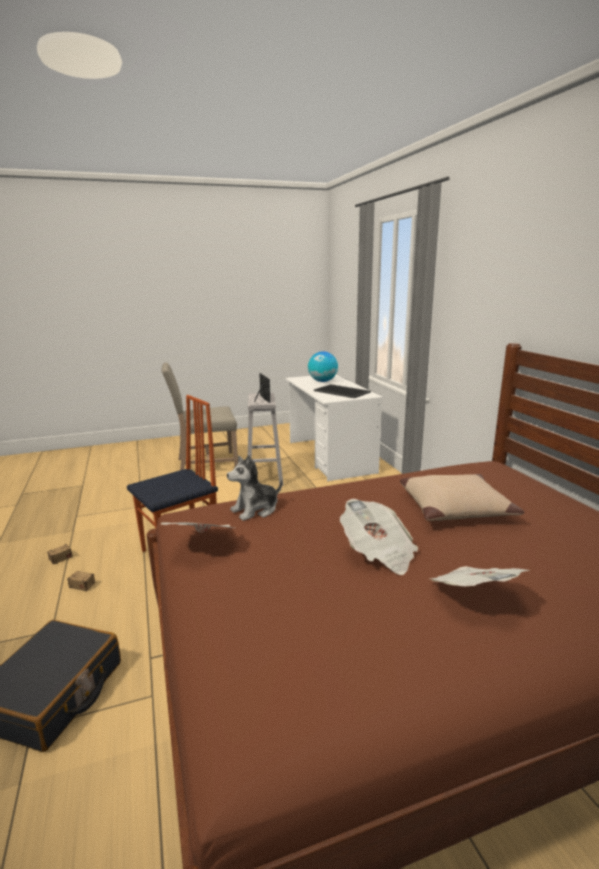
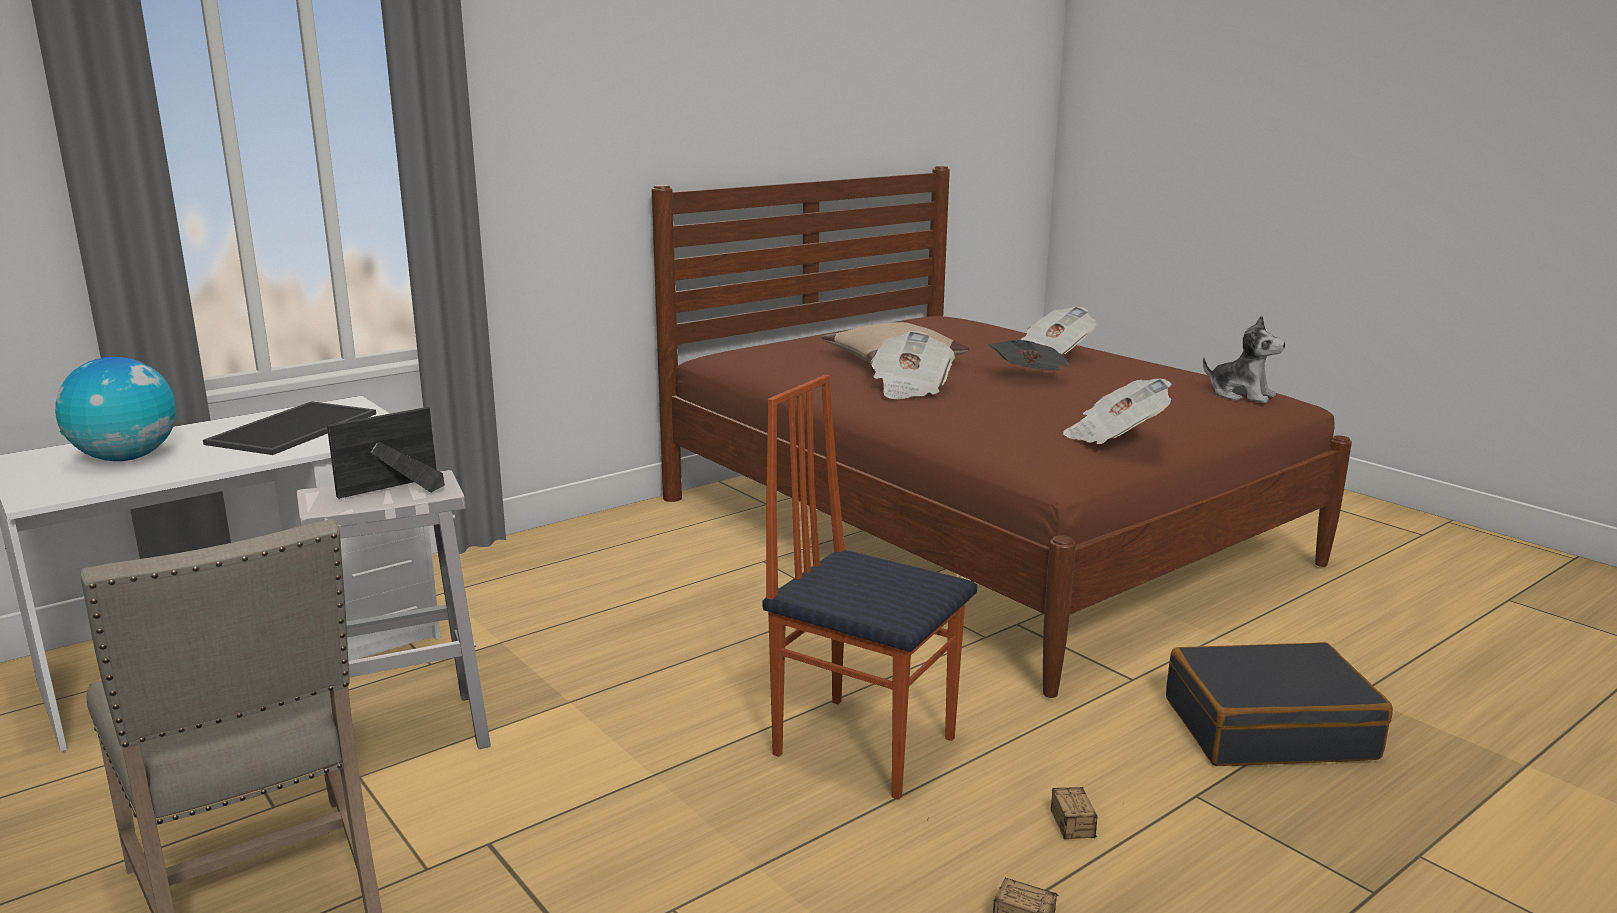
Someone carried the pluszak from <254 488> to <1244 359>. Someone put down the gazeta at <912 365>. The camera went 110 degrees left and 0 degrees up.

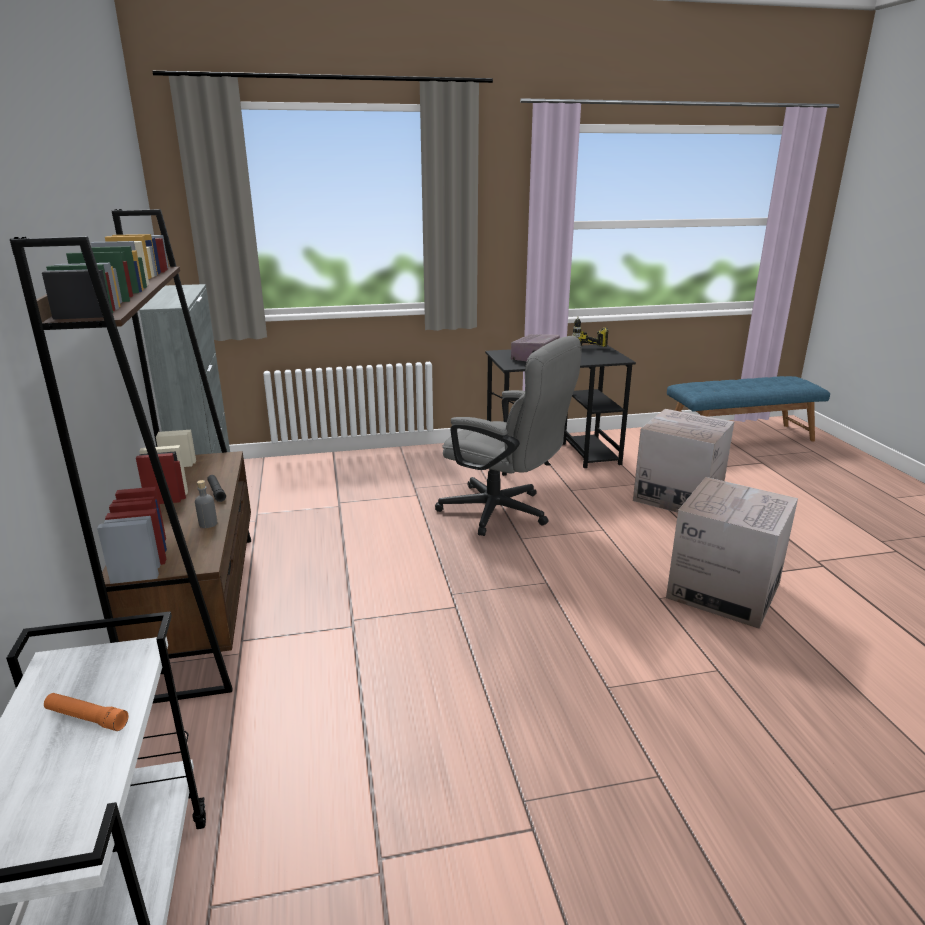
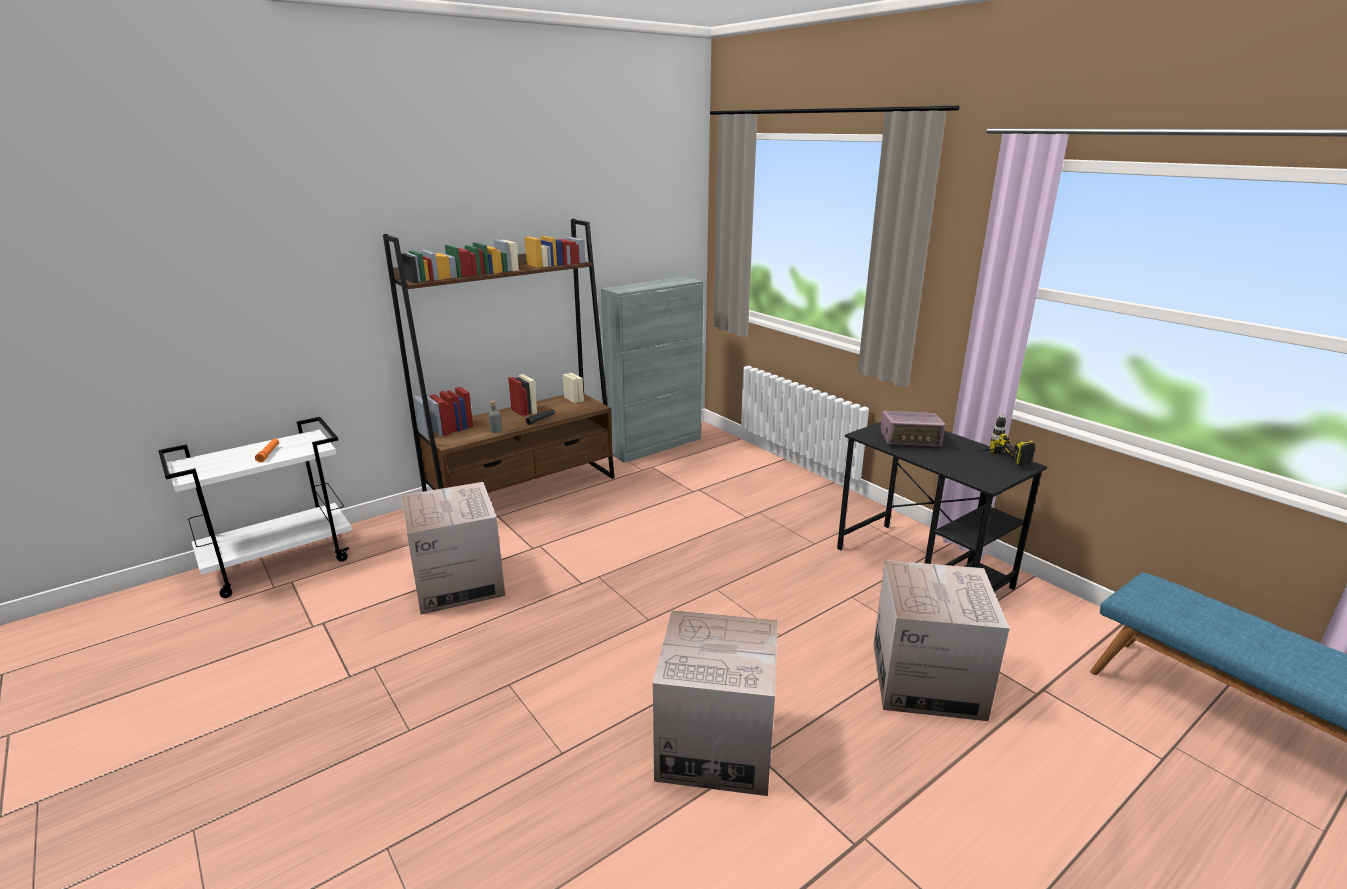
Someone took away the krzesło biurowe [szary] at <508 436>. Someone put down the karton at <453 548>. The camera went 65 degrees right and 0 degrees up.

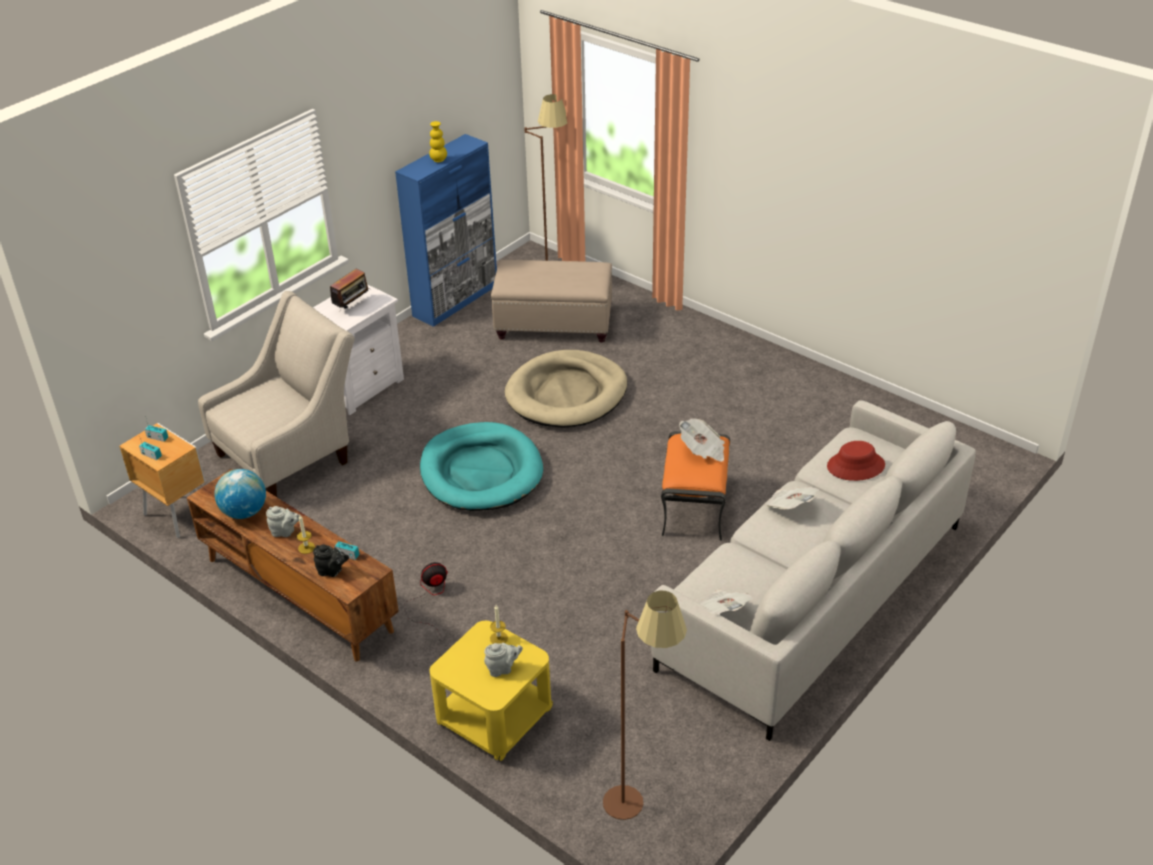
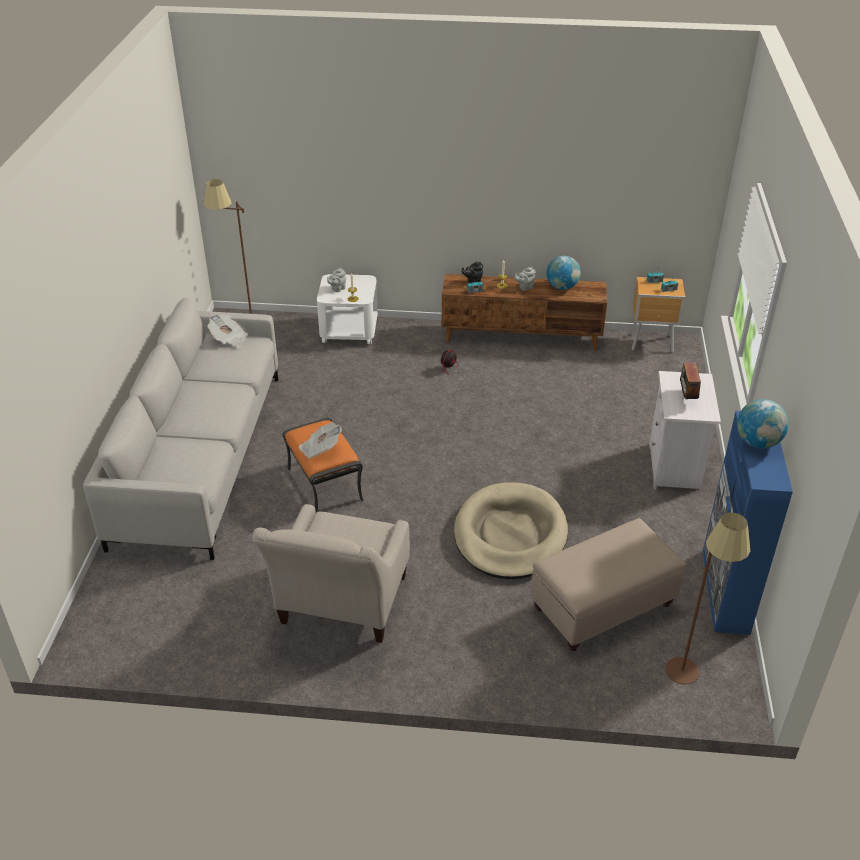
Someone carried the fotel [beżowy] from <276 394> to <331 573>. Someone took away the legowisko [turkusowy] at <481 466>. Someone swapped the wazon [żółty] at <438 141> for the globus at <763 423>. Someone repainted the stolik [żółty] at <491 691>, which became the stolik [biały] at <347 309>. Someone took away the gazeta at <791 498>. Someone took away the kapelusz [czerwony] at <856 461>. The camera went 145 degrees right and 0 degrees up.

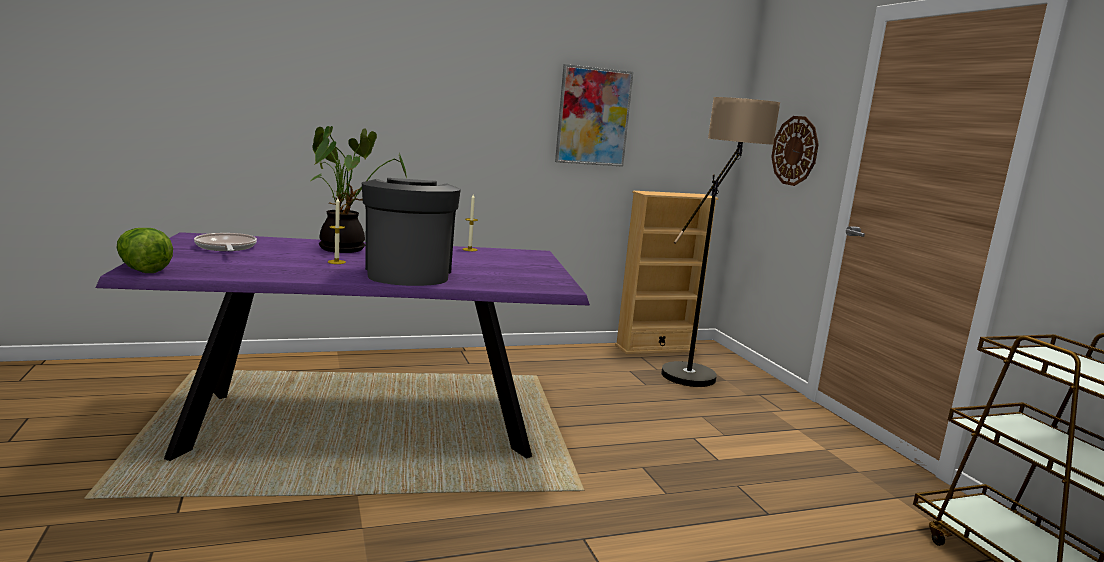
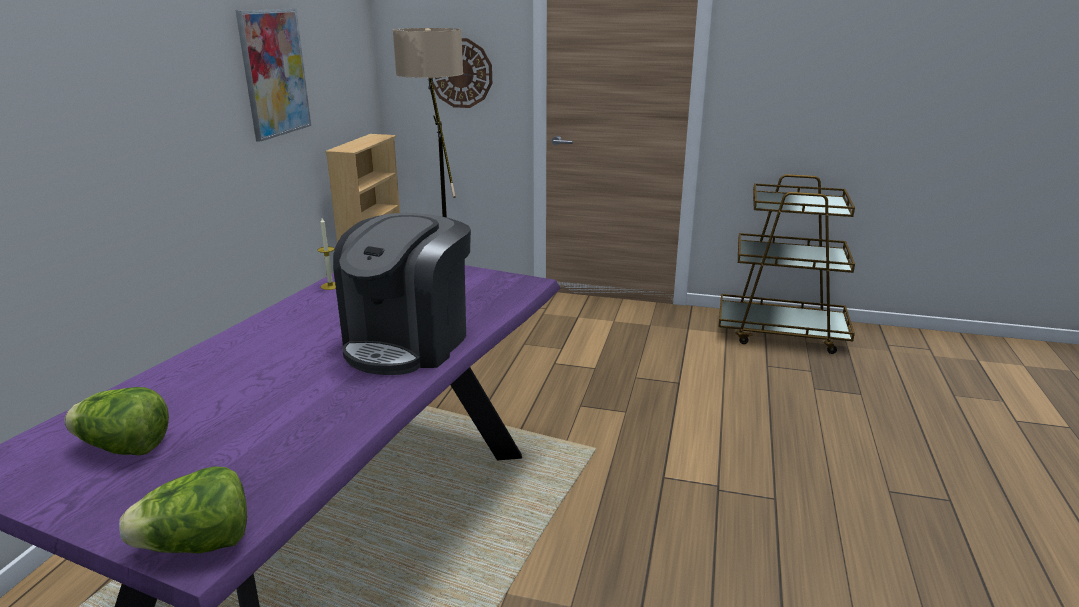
Someone swapped the patelnia at <225 242> for the sałata at <116 421>. Someone took away the roślina doniczkowa at <359 189>. Someone took away the świeca at <337 231>. Someone rotated the ekspres do kawy at <411 232> by 90 degrees counterclockwise. The camera went 55 degrees left and 10 degrees up.

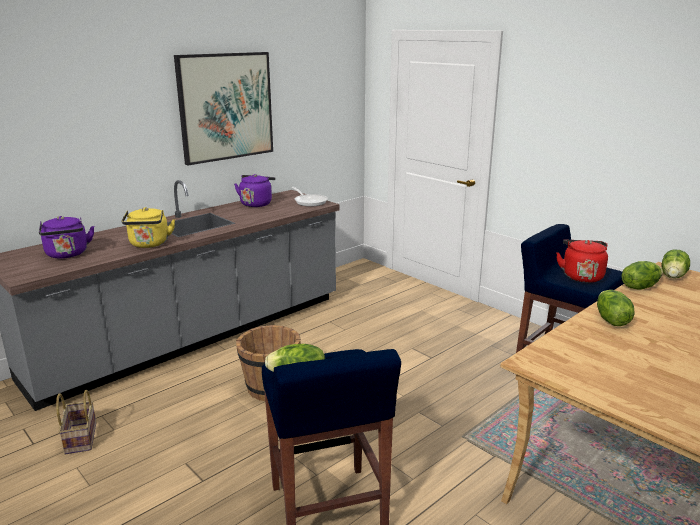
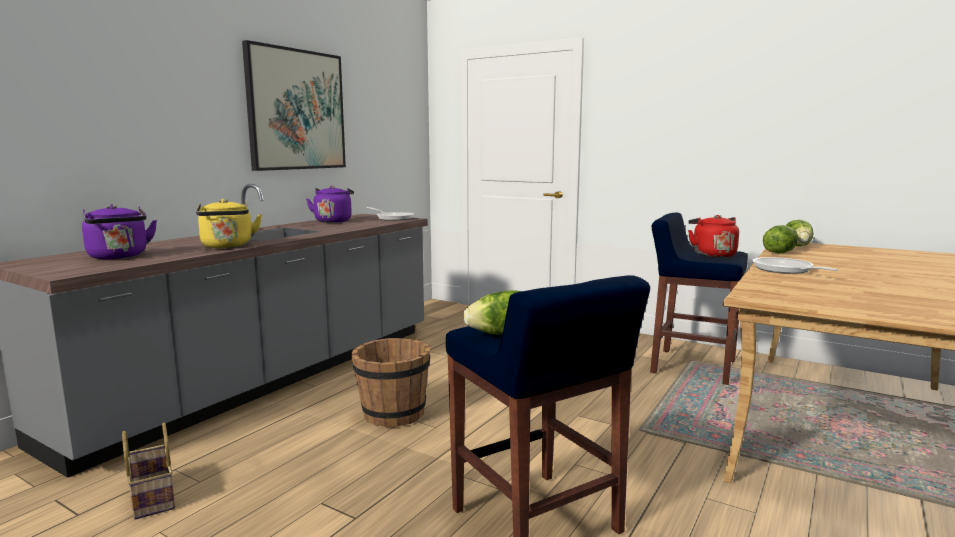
Someone swapped the sałata at <616 308> for the patelnia at <795 265>. The camera went 15 degrees left and 10 degrees down.

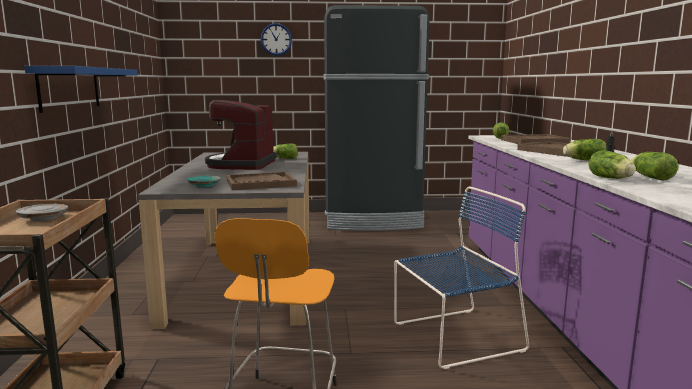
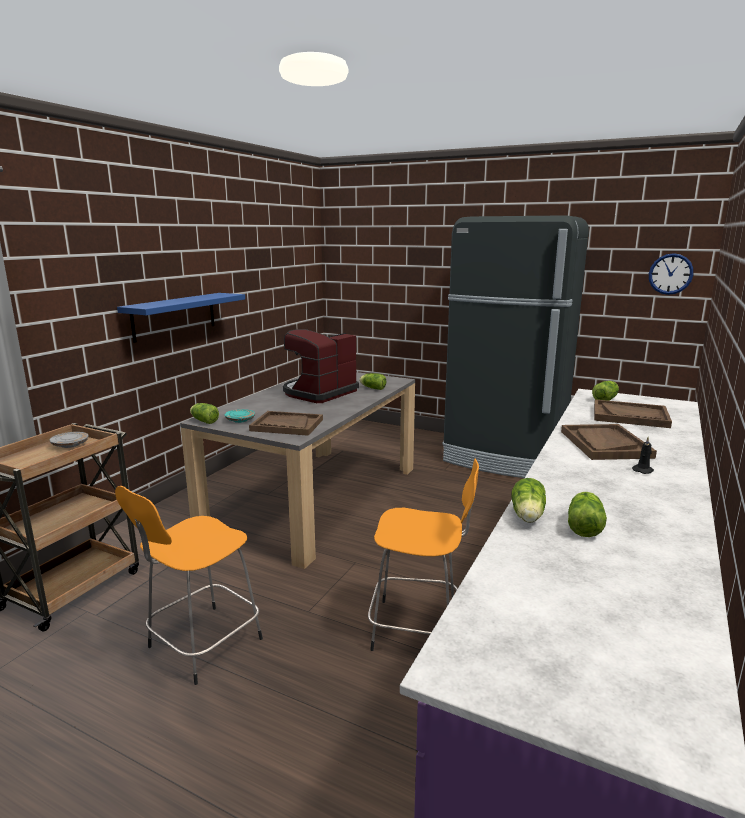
Someone carried the zegar ścienny from <276 39> to <671 274>. Someone swapped the krzesło [niebieski] at <461 277> for the stołek [pomarańczowy] at <423 555>. Someone carried the sałata from <585 150> to <204 413>. The camera went 30 degrees right and 5 degrees up.

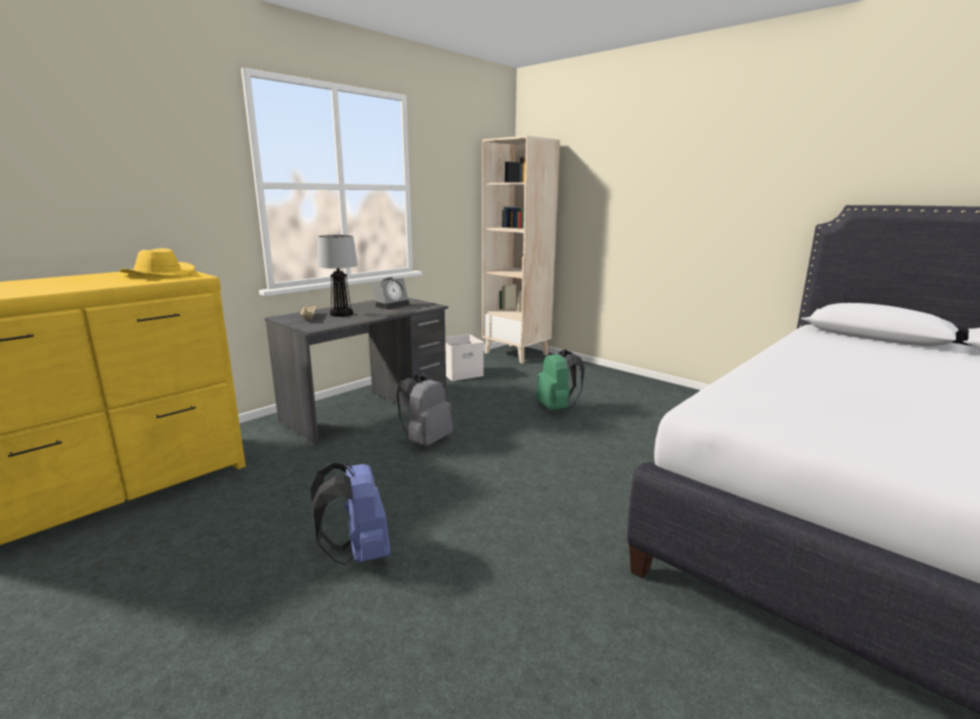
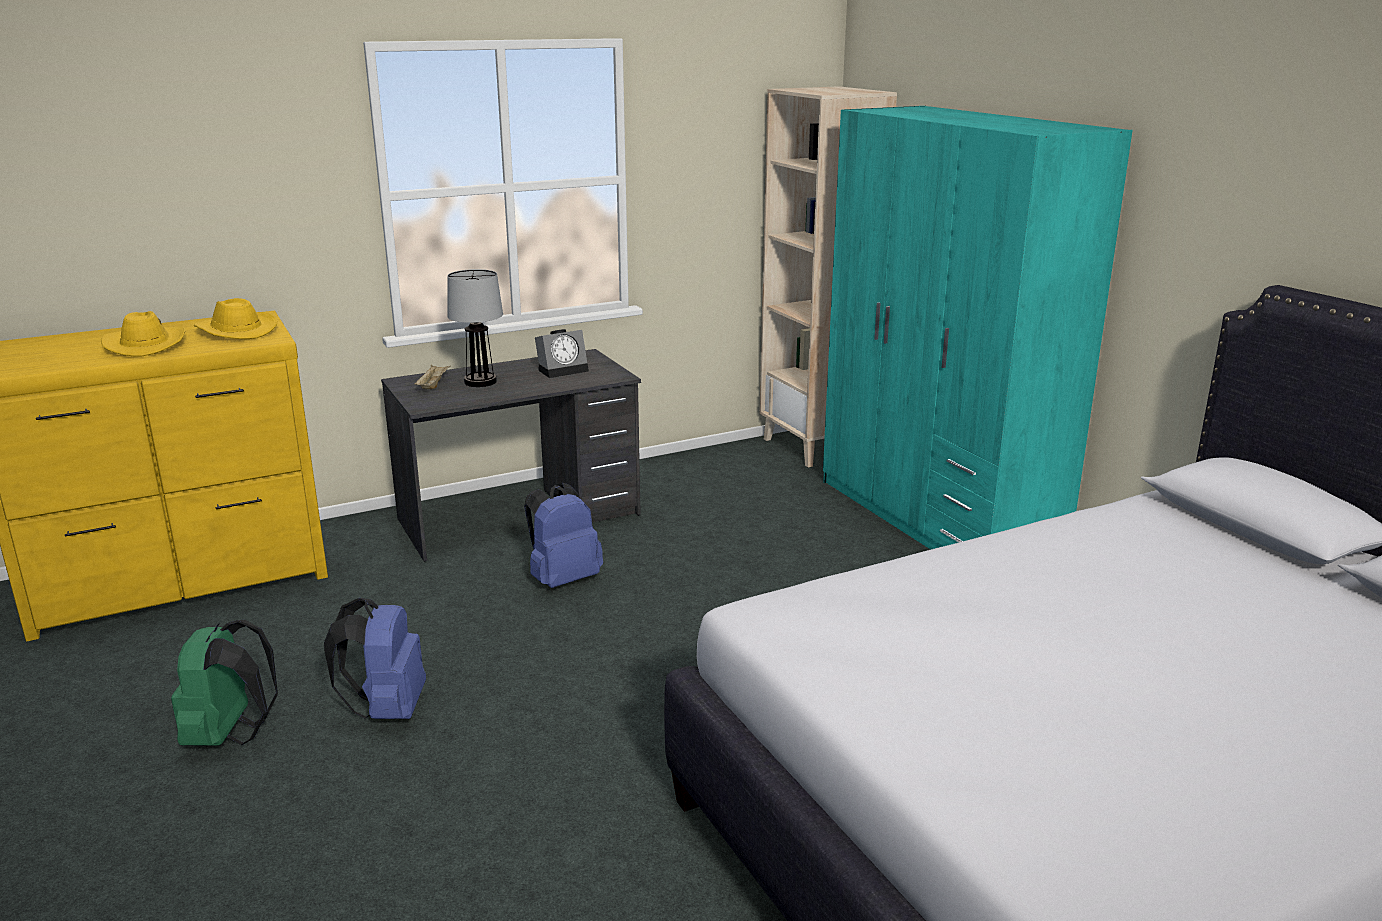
Someone repainted the plecak [szary] at <424 409>, which became the plecak [niebieski] at <563 535>. Someone took away the pojemnik do przechowywania [biały] at <464 357>. Someone carried the plecak [zielony] from <560 379> to <224 683>. Someone put down the kapelusz [żółty] at <143 334>. Someone put down the szafa [turkusowy] at <978 327>. The camera went 20 degrees right and 5 degrees up.

